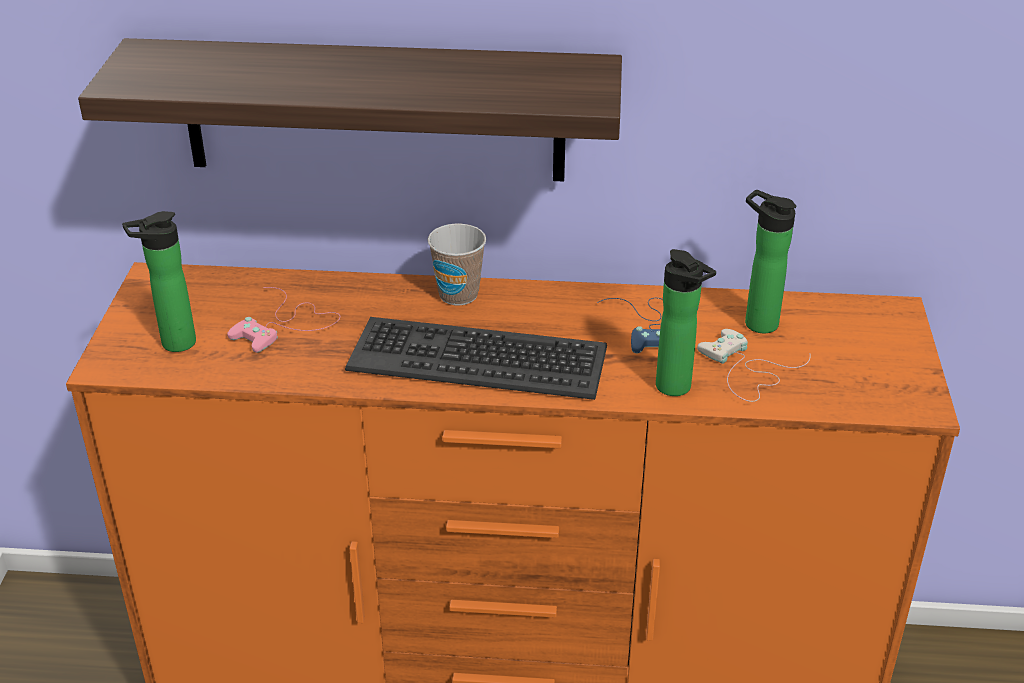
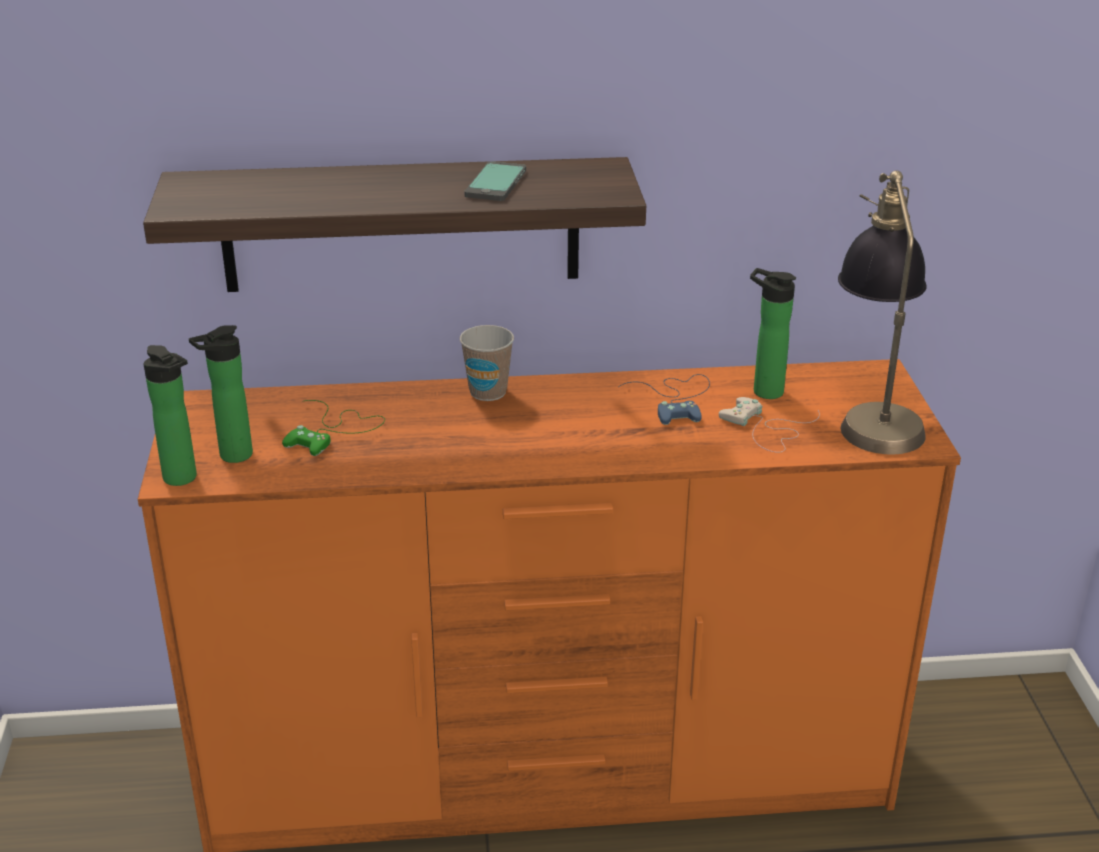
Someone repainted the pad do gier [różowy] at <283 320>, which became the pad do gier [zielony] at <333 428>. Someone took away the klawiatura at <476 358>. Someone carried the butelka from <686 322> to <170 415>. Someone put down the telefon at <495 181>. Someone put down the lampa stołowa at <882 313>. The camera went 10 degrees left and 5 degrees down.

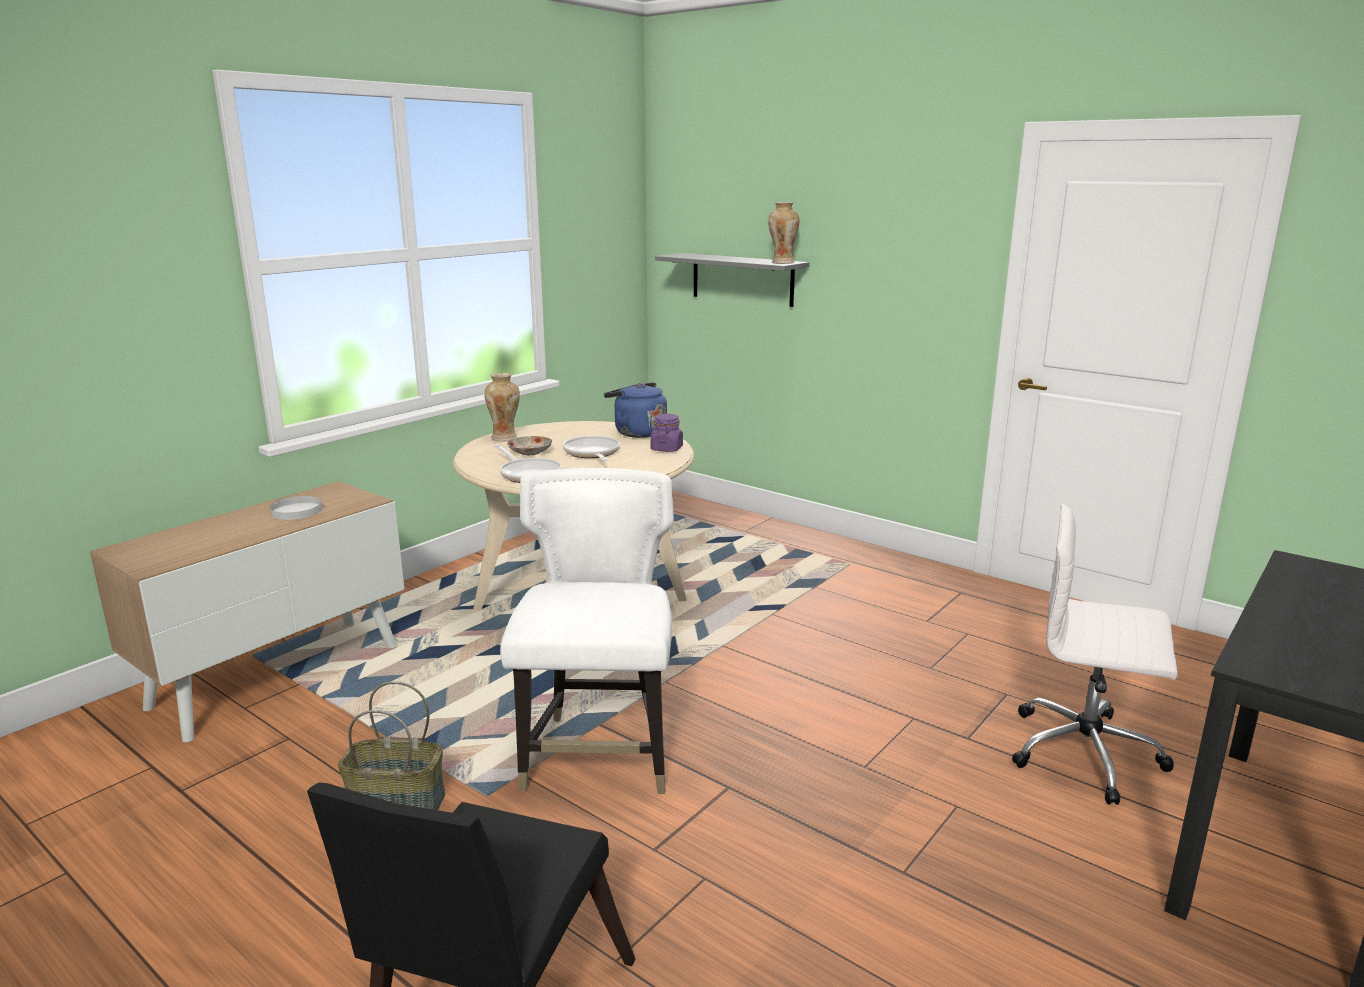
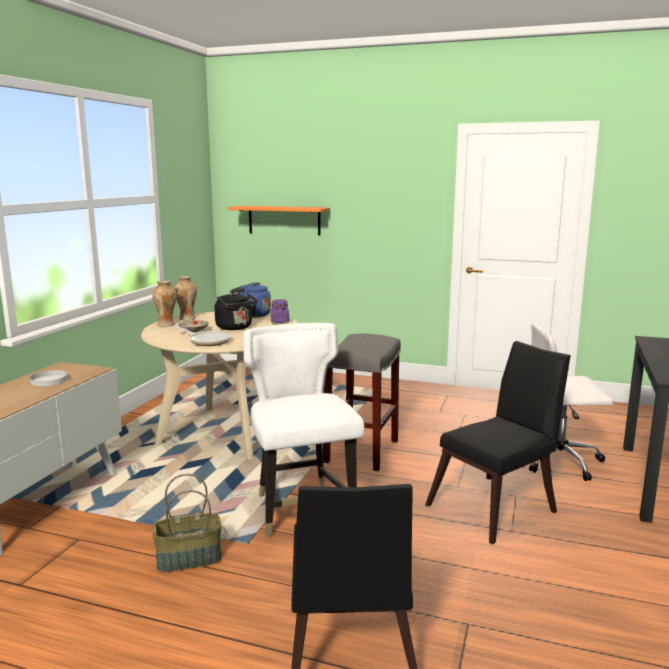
Someone swapped the patelnia at <591 448> for the czajnik [czarny] at <236 311>. Someone repainted the półka [szary] at <732 280>, which became the półka [pomarańczowy] at <278 221>. Someone carried the wazon from <784 233> to <185 298>. Someone put down the stołek [szary] at <362 402>. Someone put down the krzesło [czarny] at <498 443>. The camera went 20 degrees left and 5 degrees down.

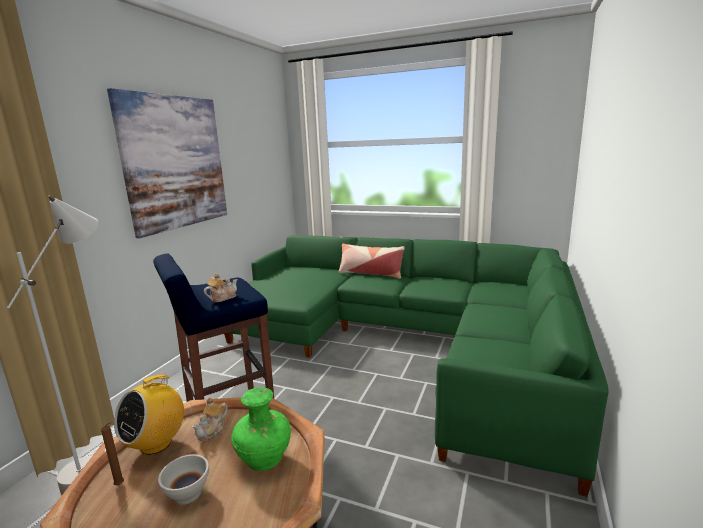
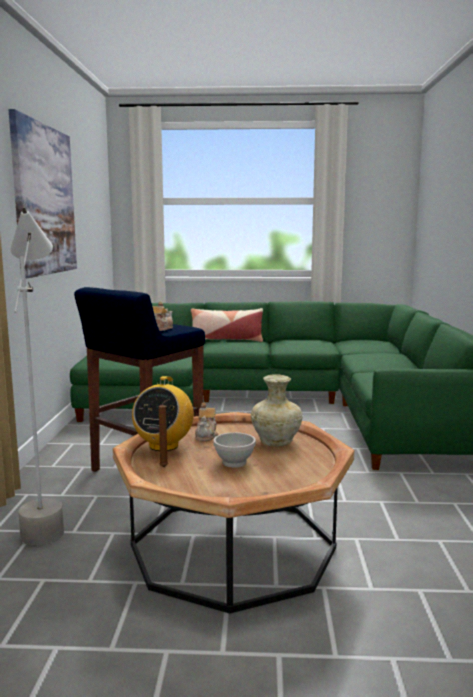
Someone repainted the wazon [zielony] at <261 429>, which became the wazon [beżowy] at <277 410>. The camera went 20 degrees left and 5 degrees down.

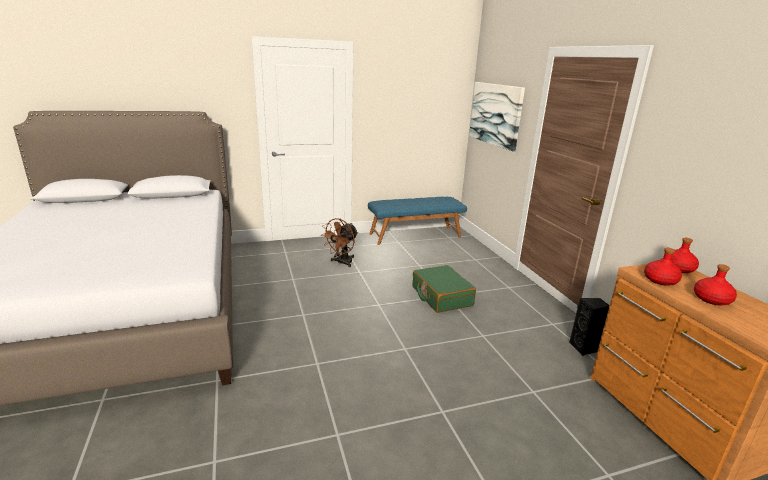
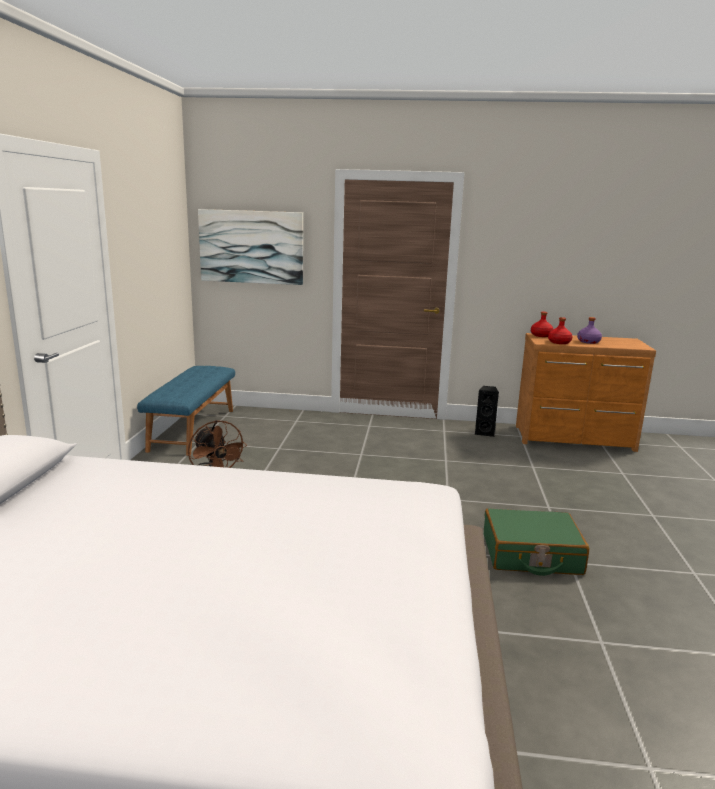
Someone carried the walizka [zielony] from <444 289> to <537 542>. Someone repainted the butelka [czerwony] at <715 284>, which became the butelka [fioletowy] at <589 330>. The camera went 65 degrees left and 5 degrees down.

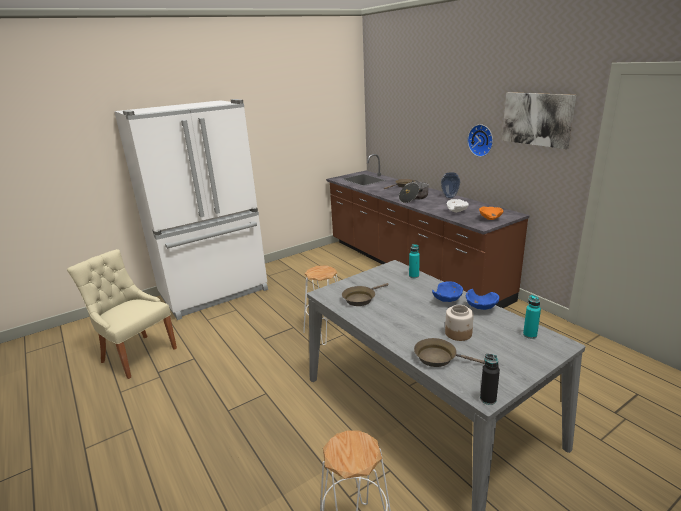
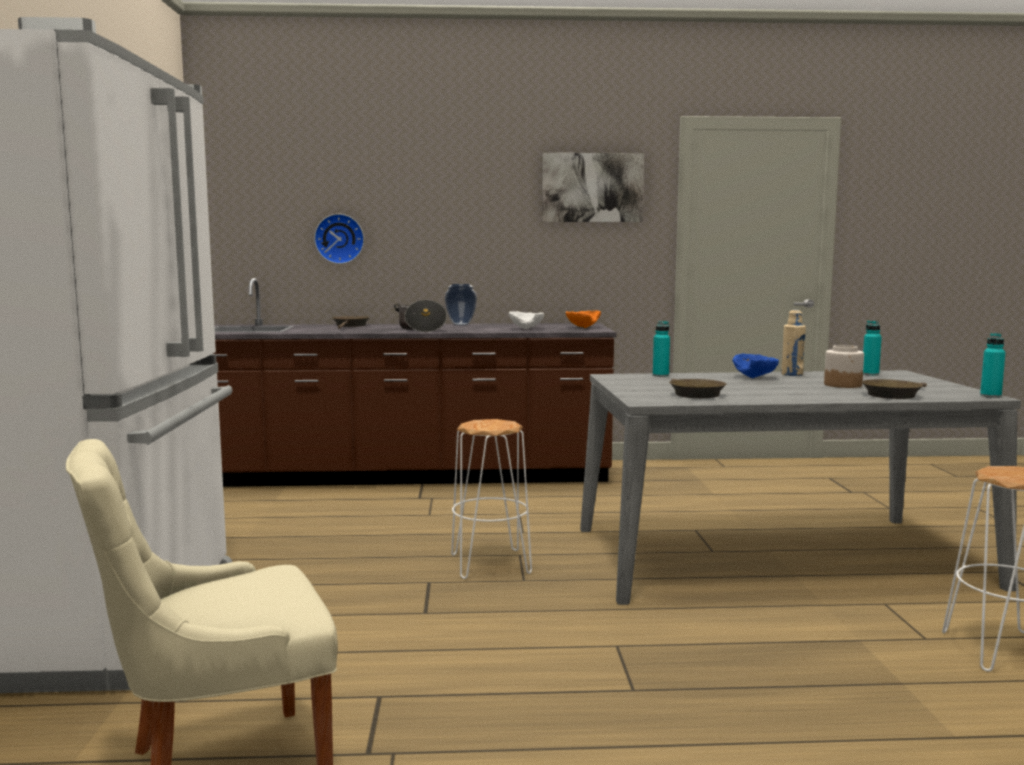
Someone swapped the miska [niebieski] at <482 299> for the butelka [beżowy] at <793 343>. Someone carried the zegar ścienny from <480 140> to <339 239>. Someone repainted the butelka [czarny] at <490 379>, which became the butelka [turkusowy] at <993 365>. The camera went 60 degrees left and 15 degrees down.

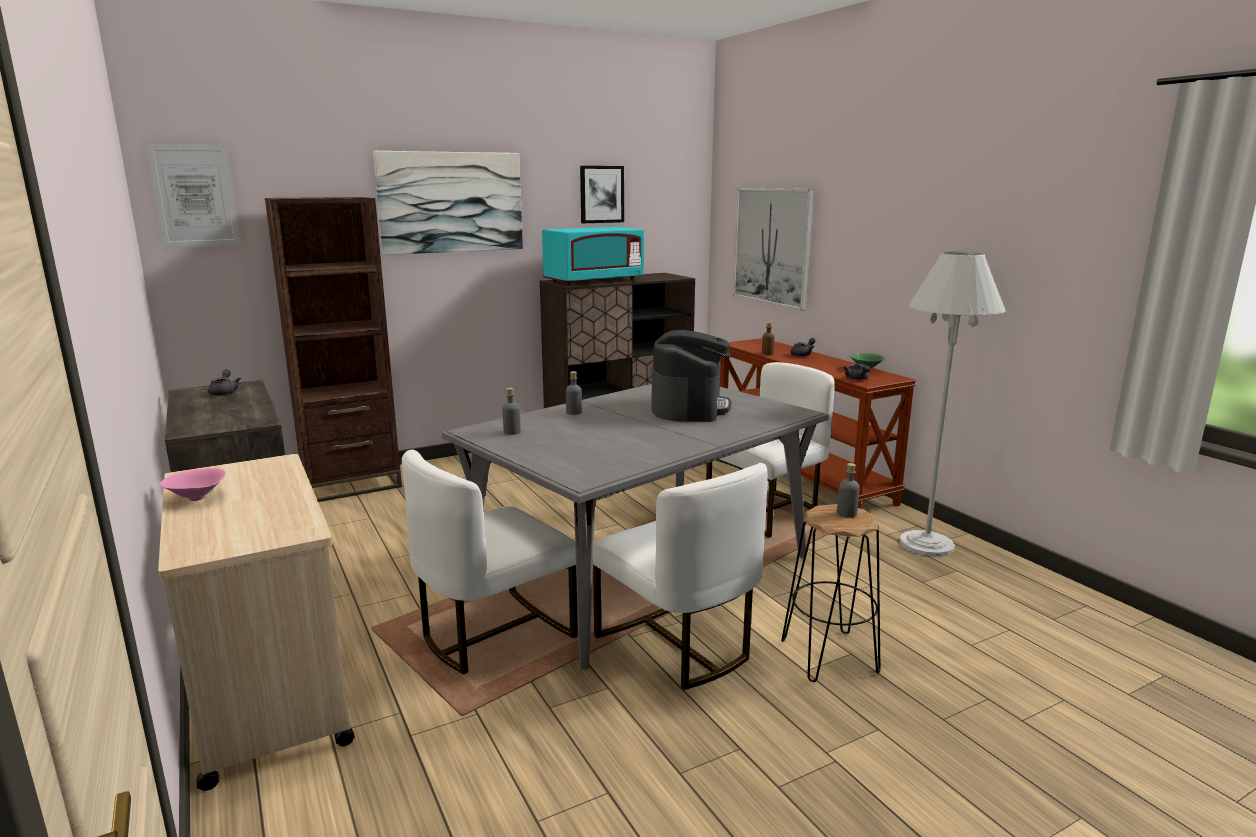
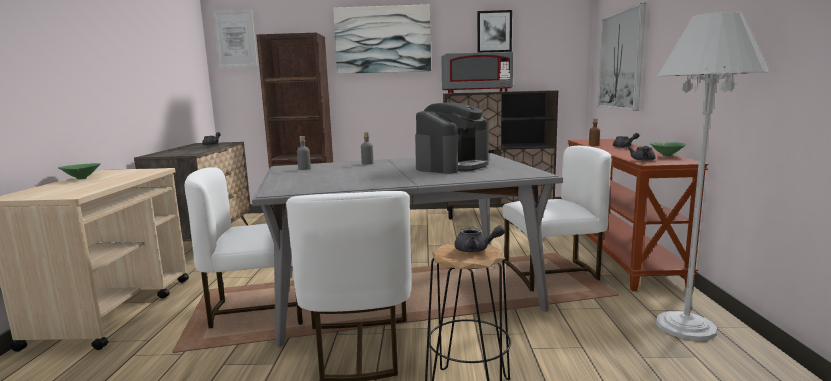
Someone repainted the miska [różowy] at <193 484>, which became the miska [zielony] at <79 171>. Someone repainted the mikrofalówka [turkusowy] at <593 256>, which became the mikrofalówka [szary] at <477 72>. Someone swapped the butelka [szary] at <848 490> for the imbryk [szary] at <480 239>. The camera went 30 degrees right and 5 degrees down.

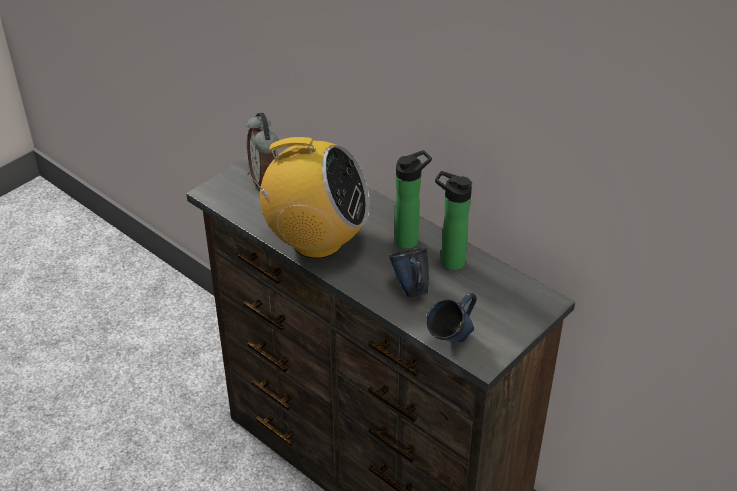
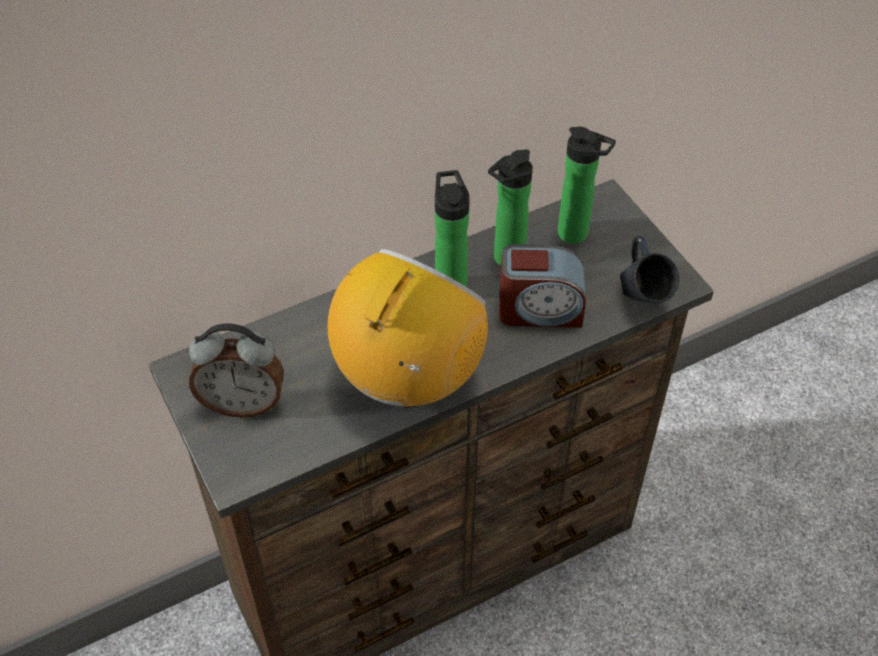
Someone swapped the kubek [niebieski] at <409 272> for the budzik at <542 286>. Someone put down the butelka at <587 185>. The camera went 70 degrees left and 10 degrees up.

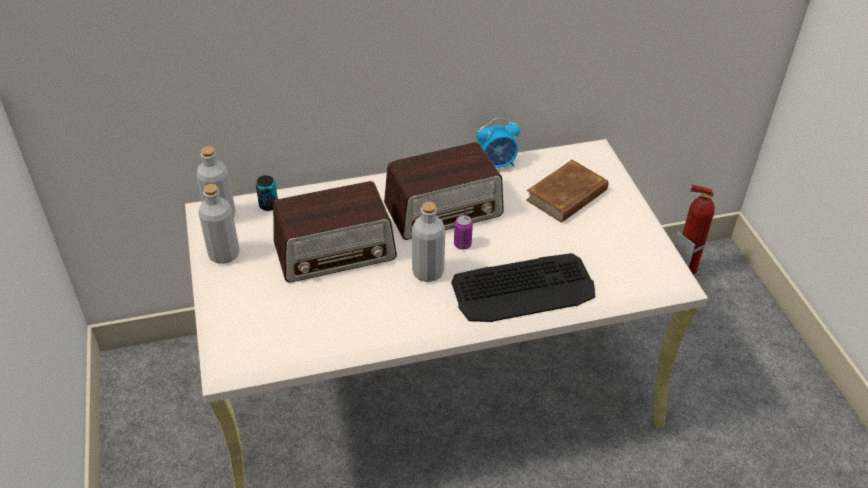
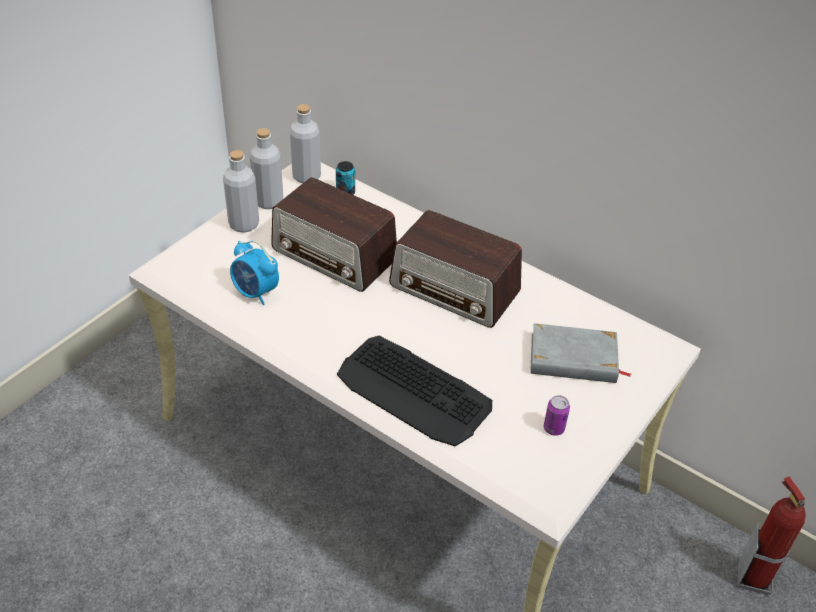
Someone carried the butelka [szary] from <428 242> to <241 191>. Someone carried the puszka from <463 232> to <557 415>. Someone carried the budzik from <498 143> to <254 273>. Someone repainted the książka [brązowy] at <567 191>, which became the książka [szary] at <580 353>. The camera went 50 degrees right and 0 degrees up.

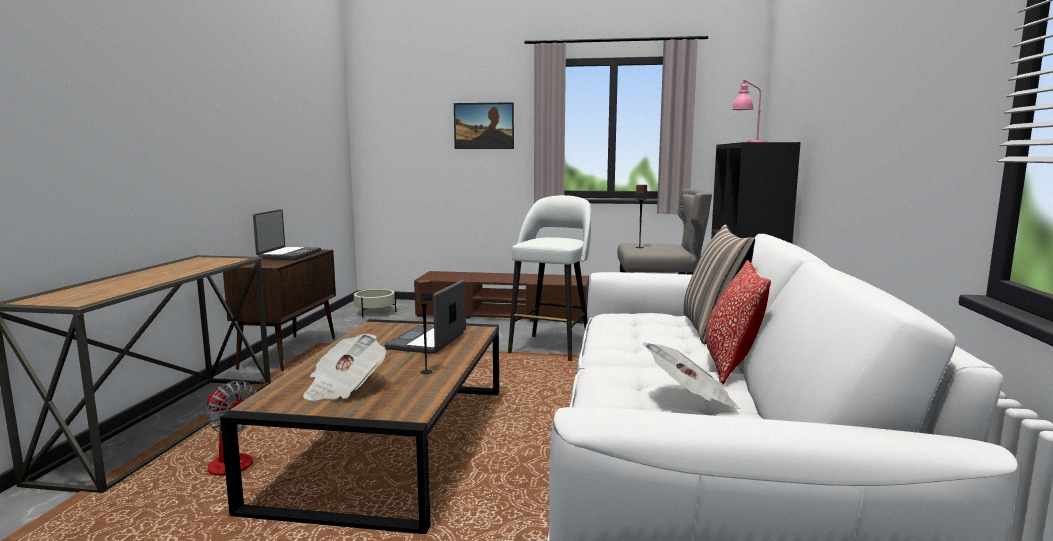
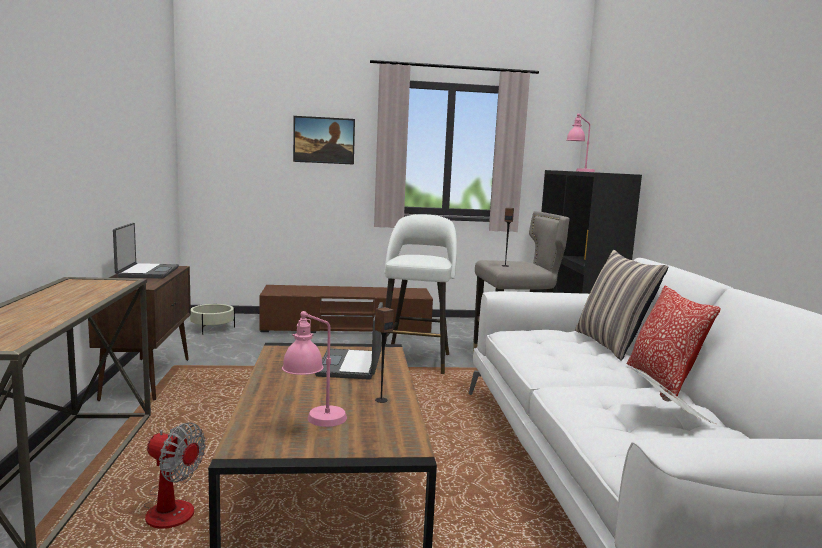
Someone swapped the gazeta at <344 367> for the lampa stołowa [różowy] at <314 369>. The camera went 15 degrees left and 0 degrees up.

